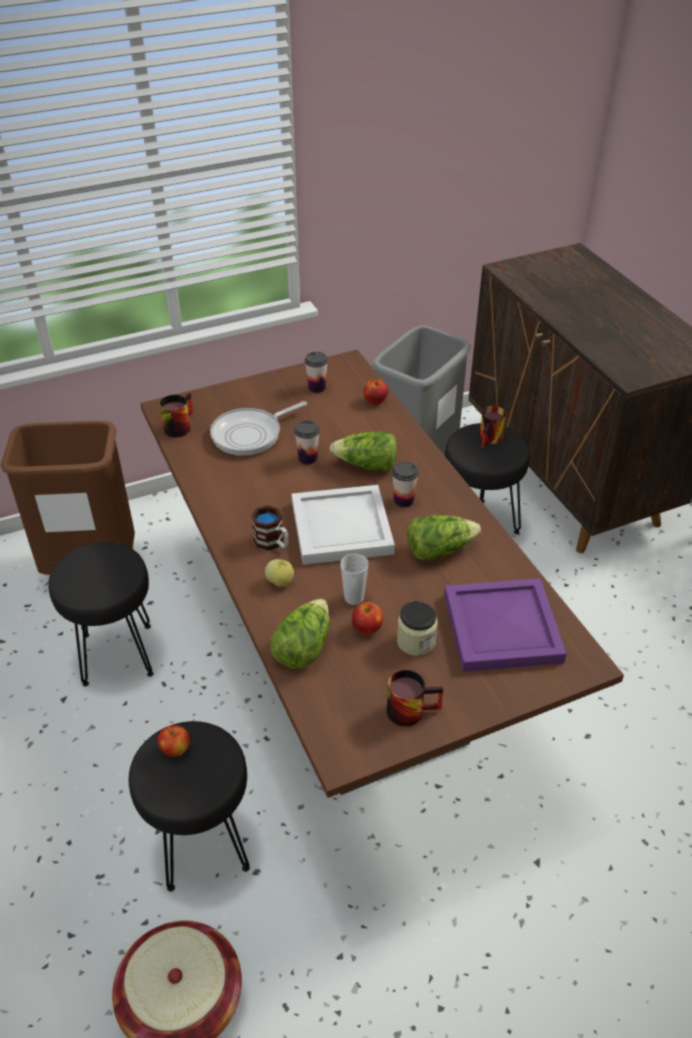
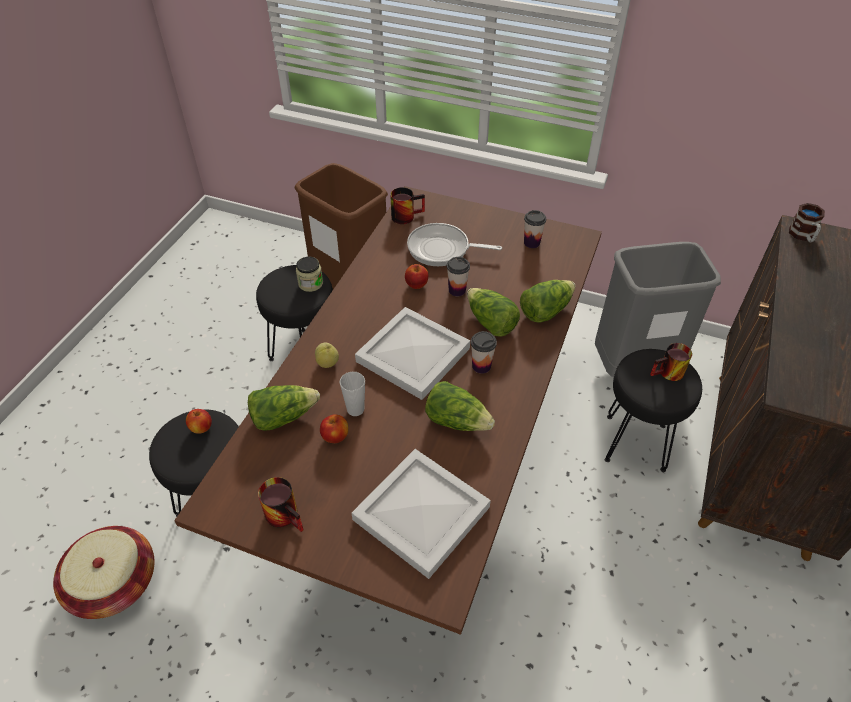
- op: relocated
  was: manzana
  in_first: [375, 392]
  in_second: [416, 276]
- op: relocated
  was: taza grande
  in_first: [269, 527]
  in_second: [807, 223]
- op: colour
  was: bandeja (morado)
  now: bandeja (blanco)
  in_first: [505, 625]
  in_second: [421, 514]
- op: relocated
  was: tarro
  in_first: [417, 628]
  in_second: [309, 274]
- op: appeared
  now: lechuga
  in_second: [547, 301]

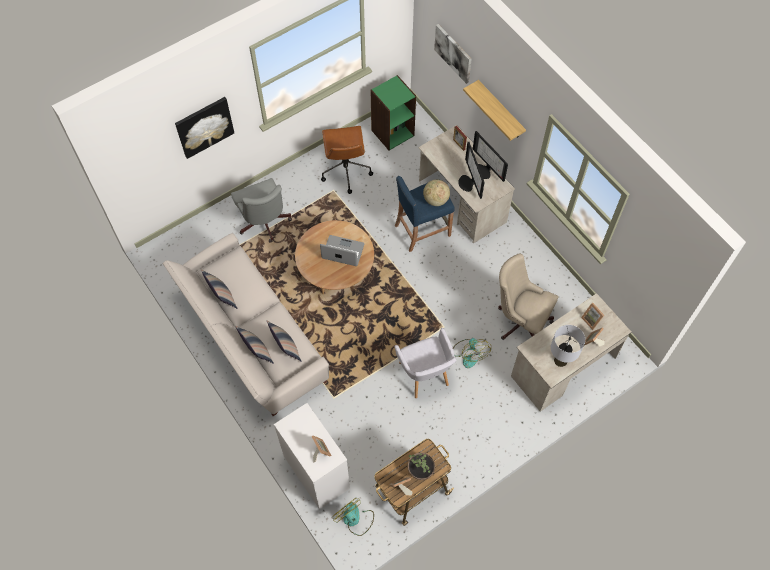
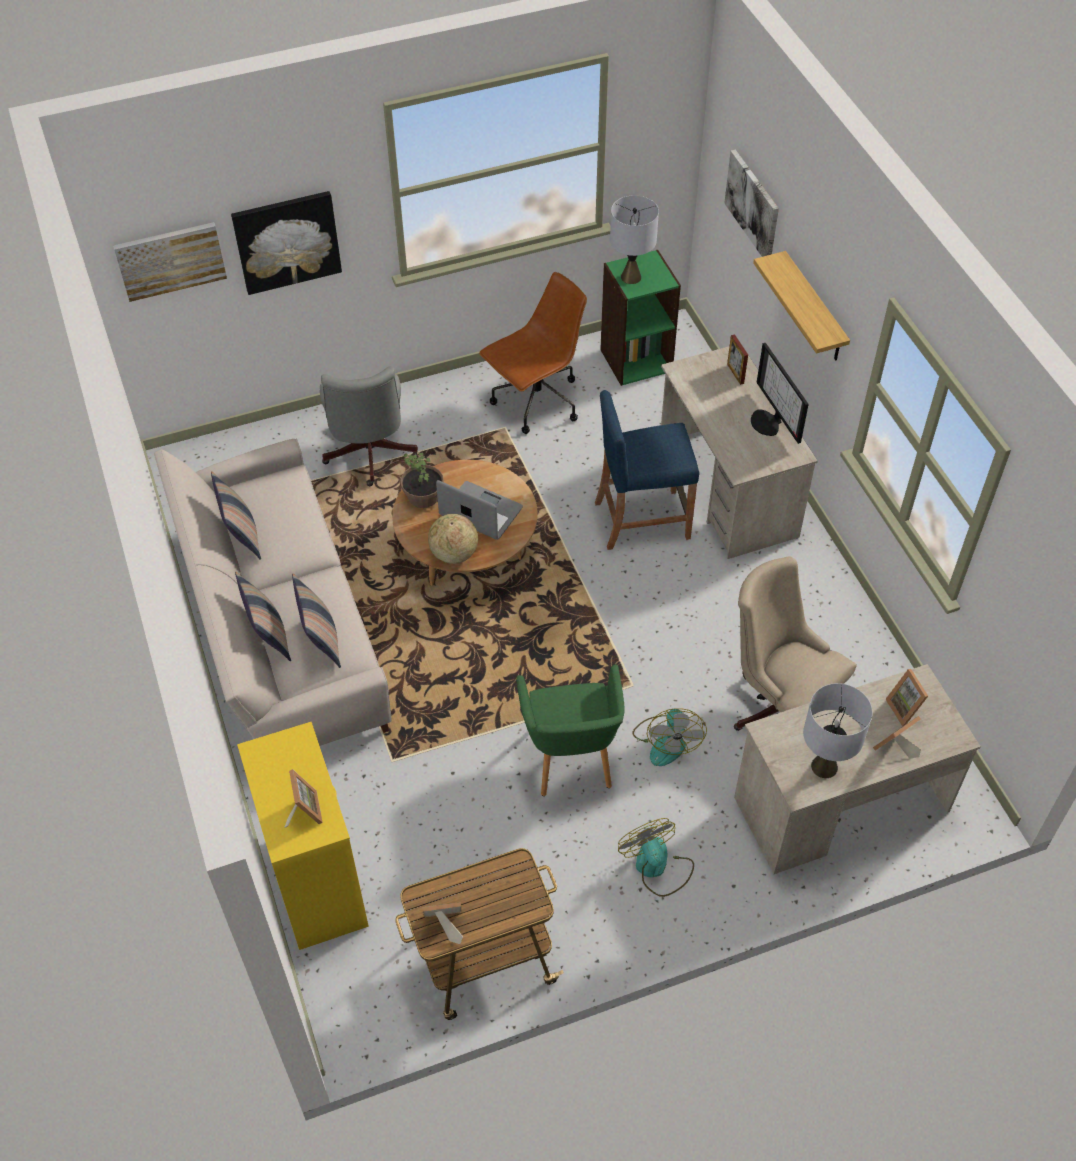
- op: spun
  was: silla de oficina (marrón)
  in_first: [347, 160]
  in_second: [533, 353]
  clockwise: -135
- op: missing
  was: monitor
  in_first: [471, 170]
- op: relocated
  was: globo terráqueo
  in_first: [436, 192]
  in_second: [453, 539]
- op: colour
  was: sillón (gris)
  now: sillón (verde)
  in_first: [425, 363]
  in_second: [570, 730]
- op: colour
  was: cómoda (blanco)
  now: cómoda (amarillo)
  in_first: [312, 456]
  in_second: [303, 836]
- op: relocated
  was: planta en maceta
  in_first: [421, 466]
  in_second: [422, 480]
- op: relocated
  was: ventilador
  in_first: [353, 517]
  in_second: [656, 857]
- op: appeared
  now: lámpara de mesa (gris)
  in_second: [634, 239]
- op: appeared
  now: cuadro
  in_second: [170, 262]

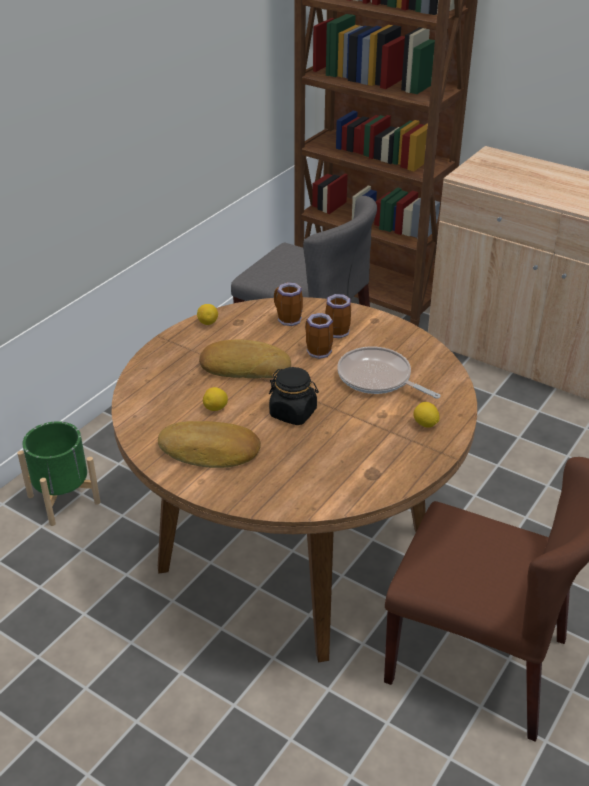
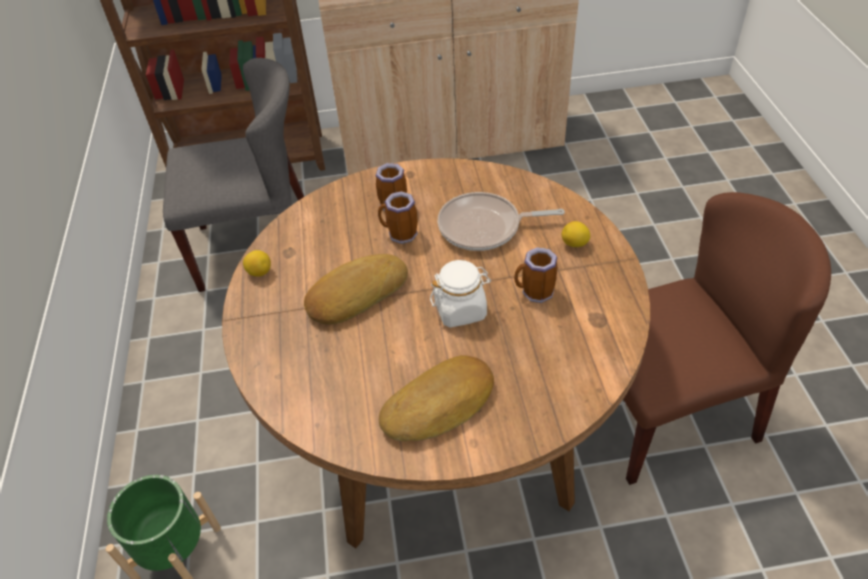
- op: relocated
  was: taza grande
  in_first: [288, 304]
  in_second: [535, 275]
- op: colour
  was: tarro (negro)
  now: tarro (blanco)
  in_first: [294, 396]
  in_second: [460, 294]
- op: missing
  was: limón
  in_first: [215, 399]

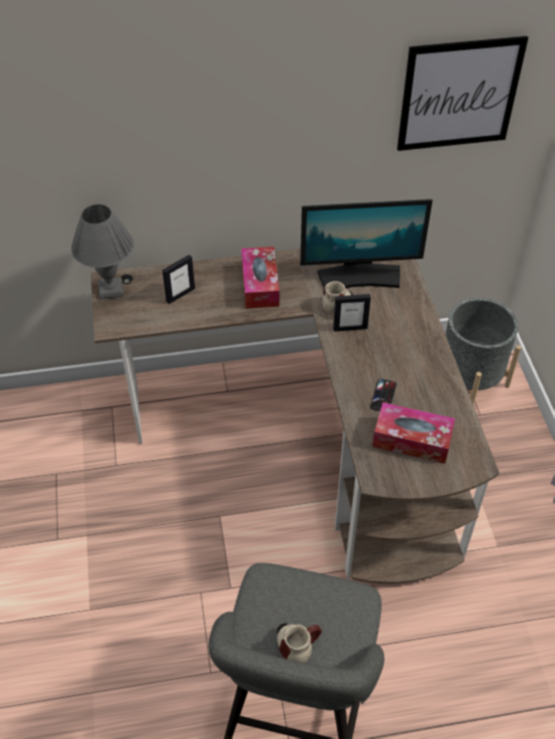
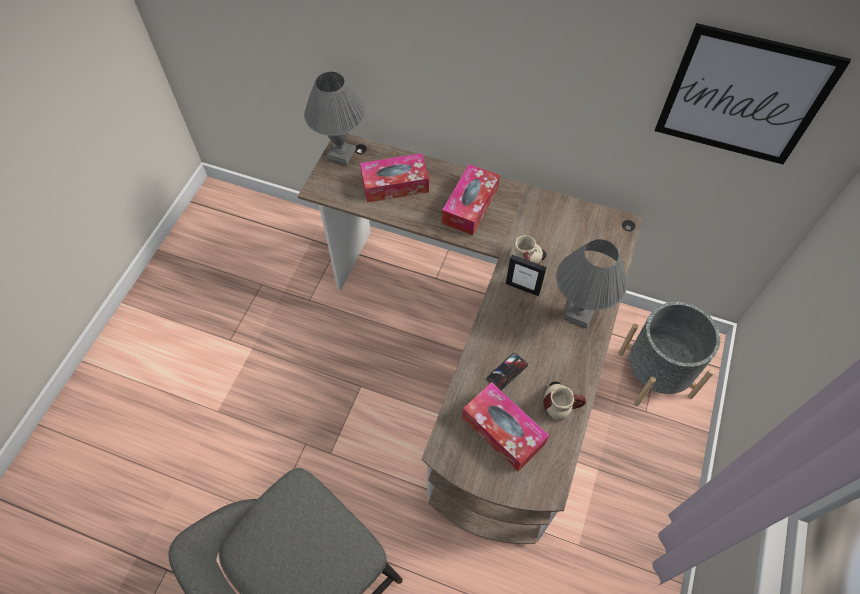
- op: missing
  was: monitor
  in_first: [366, 243]
- op: exchanged
  was: portarretratos
  now: caja de pañuelos
  in_first: [178, 279]
  in_second: [394, 177]
- op: relocated
  was: taza grande
  in_first: [299, 643]
  in_second: [565, 401]
- op: appeared
  now: lámpara de mesa (gris)
  in_second: [591, 284]

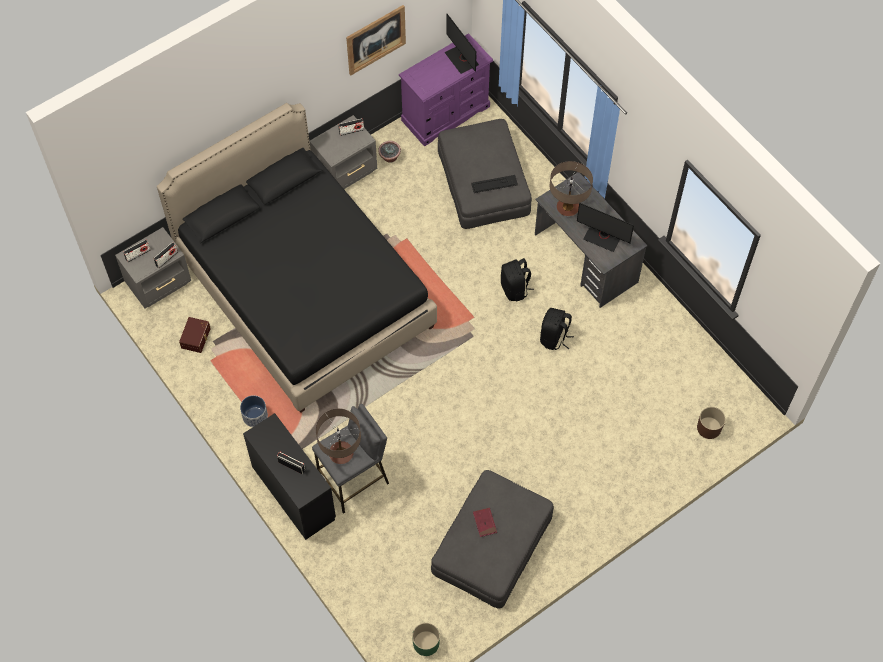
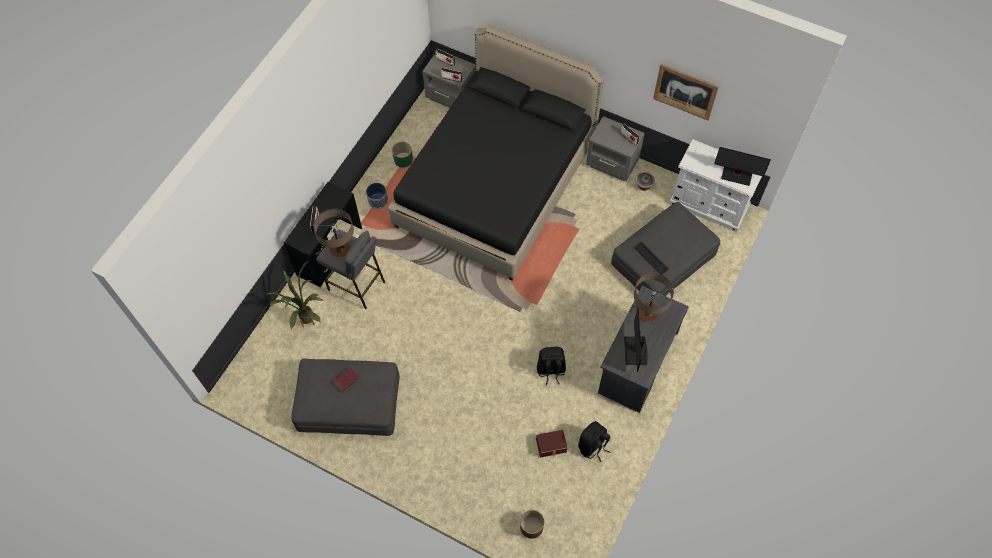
- op: spun
  was: monitor
  in_first: [461, 44]
  in_second: [742, 166]
  clockwise: -105
- op: colour
  was: cómoda (morado)
  now: cómoda (blanco)
  in_first: [446, 90]
  in_second: [715, 186]
- op: relocated
  was: mochila (negro)
  in_first: [517, 279]
  in_second: [594, 441]
- op: relocated
  was: caja de almacenaje (marrón)
  in_first: [195, 335]
  in_second: [551, 443]
- op: relocated
  was: maceta (verde)
  in_first: [426, 639]
  in_second: [402, 155]
- op: appeared
  now: planta en maceta
  in_second: [295, 295]

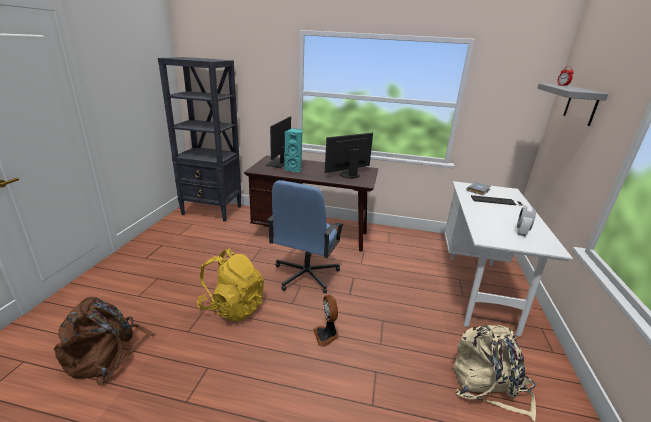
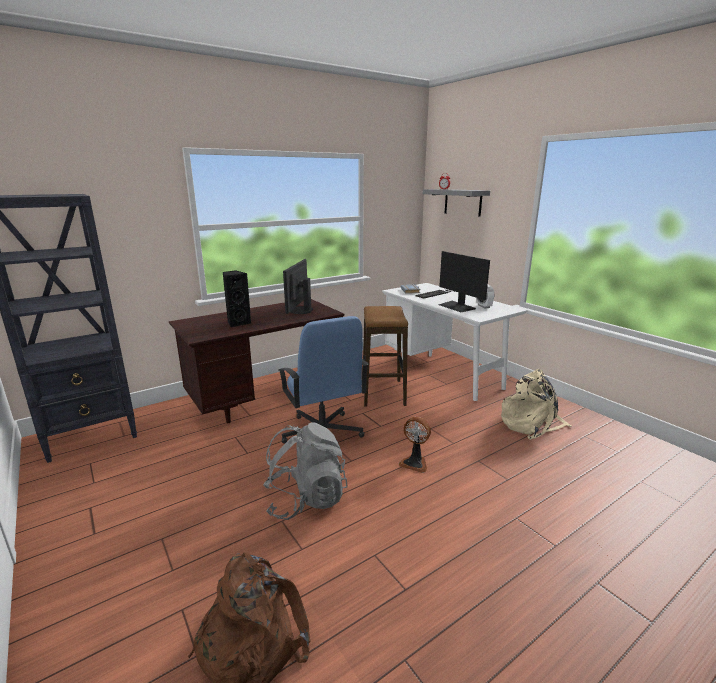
- op: relocated
  was: monitor
  in_first: [278, 142]
  in_second: [464, 281]
- op: colour
  was: altavoz (turquesa)
  now: altavoz (negro)
  in_first: [293, 150]
  in_second: [236, 298]
- op: colour
  was: mochila (amarillo)
  now: mochila (gris)
  in_first: [230, 285]
  in_second: [305, 471]
- op: appeared
  now: taburete
  in_second: [385, 356]

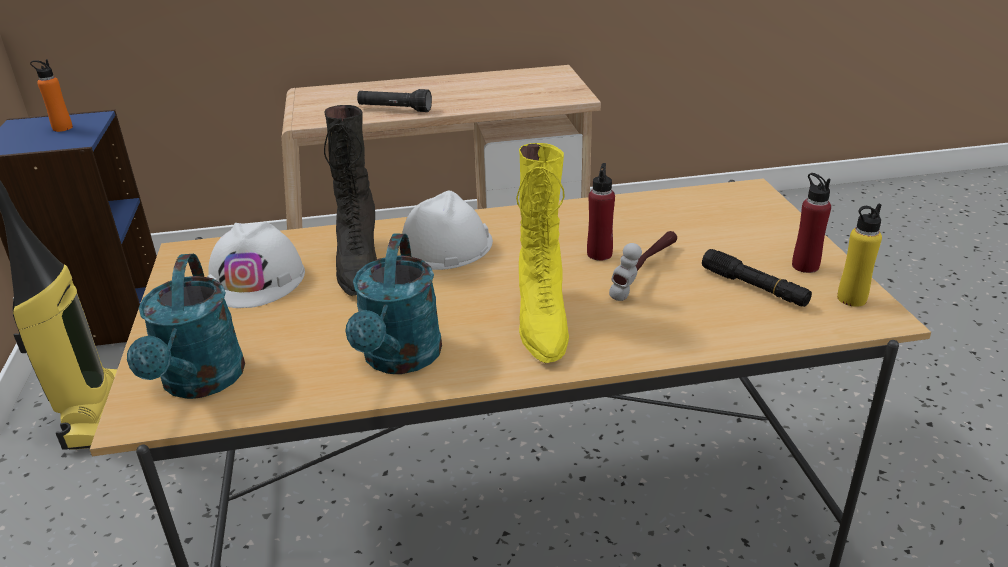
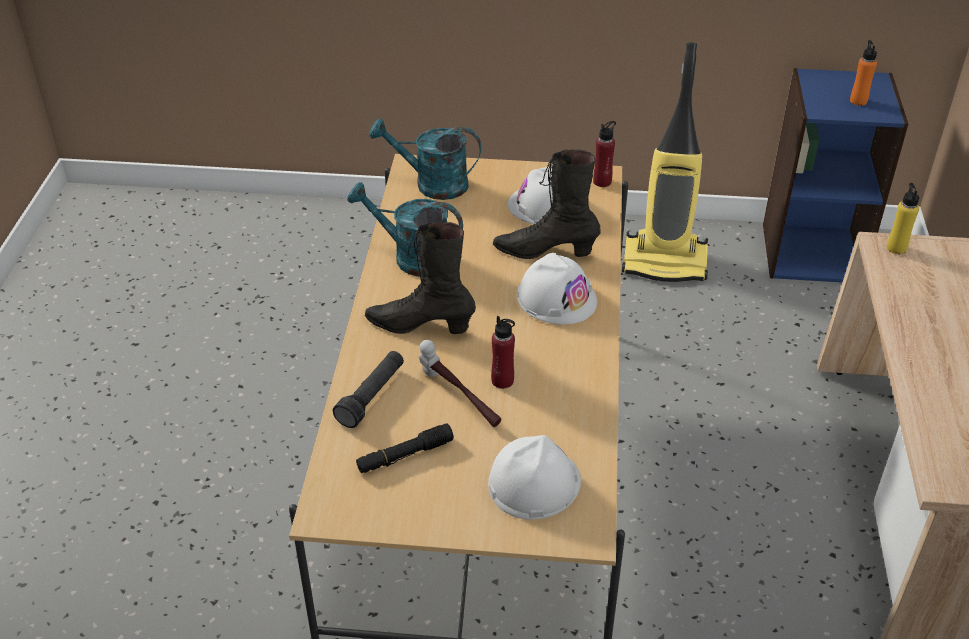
- op: relocated
  was: linterna (negro)
  in_first: [394, 100]
  in_second: [368, 389]
- op: colour
  was: bota (amarillo)
  now: bota (negro)
  in_first: [542, 253]
  in_second: [420, 278]
- op: relocated
  was: botella (rojo)
  in_first: [811, 223]
  in_second: [604, 154]
- op: relocated
  was: botella (amarillo)
  in_first: [859, 255]
  in_second: [903, 218]
- op: appeared
  now: casco (blanco)
  in_second: [534, 477]

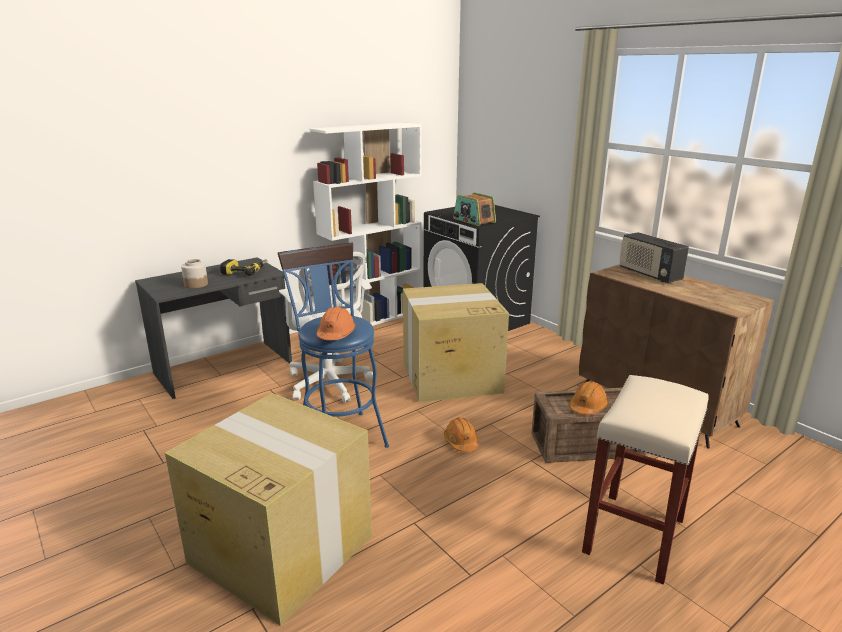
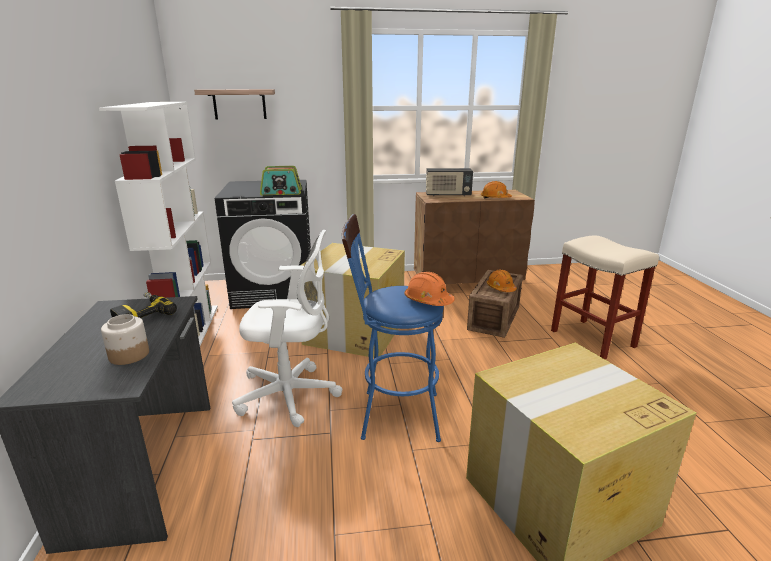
- op: relocated
  was: casco (naranja)
  in_first: [461, 434]
  in_second: [496, 189]
- op: appeared
  now: estante
  in_second: [234, 104]

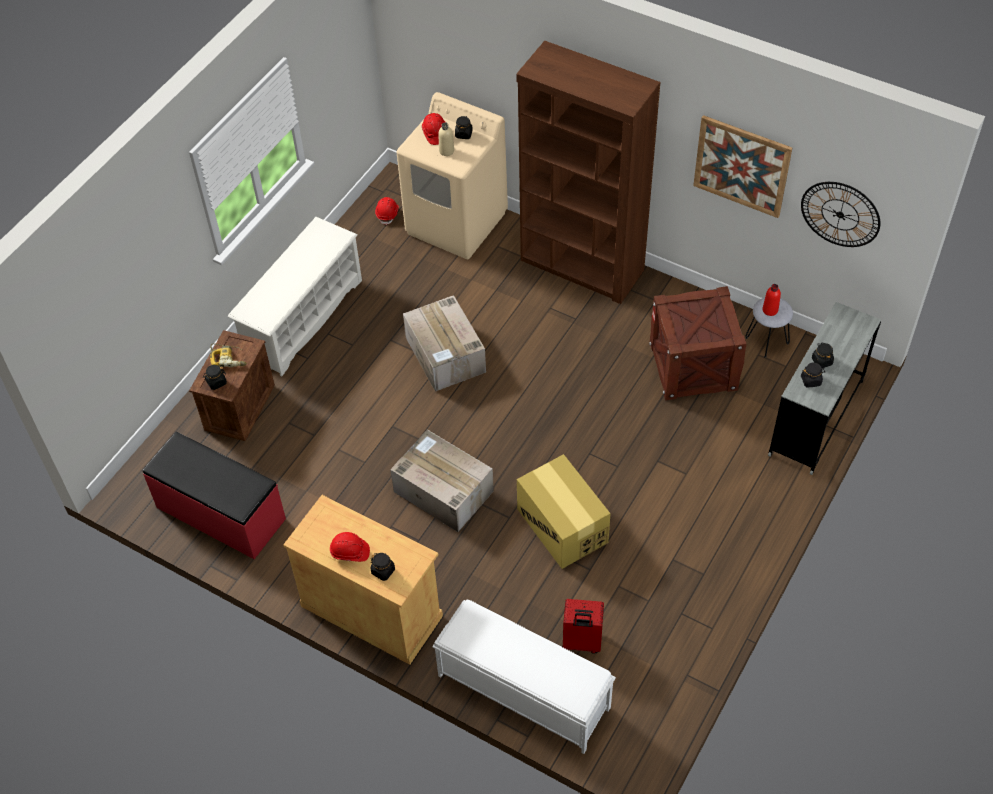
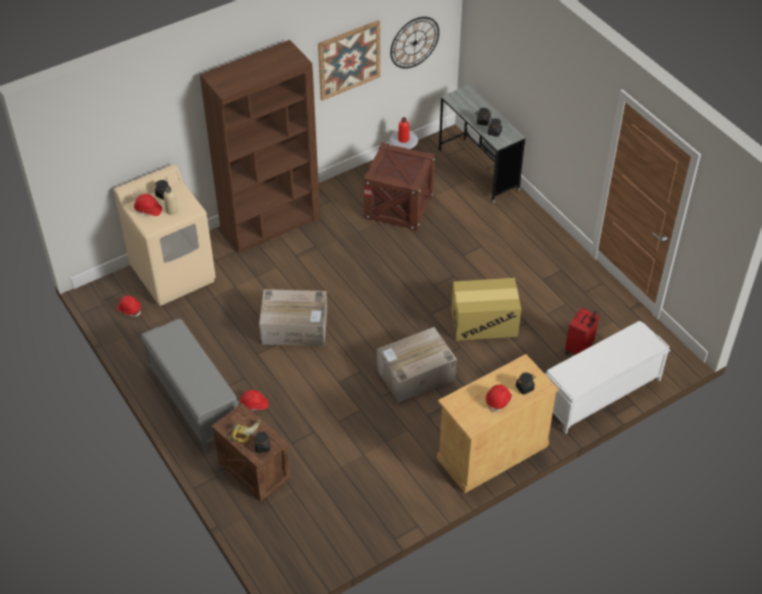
- op: exchanged
  was: zapatero (blanco)
  now: banco (gris)
  in_first: [295, 296]
  in_second: [190, 385]
- op: missing
  was: banco (rojo)
  in_first: [214, 495]
- op: appeared
  now: casco (rojo)
  in_second: [254, 400]

